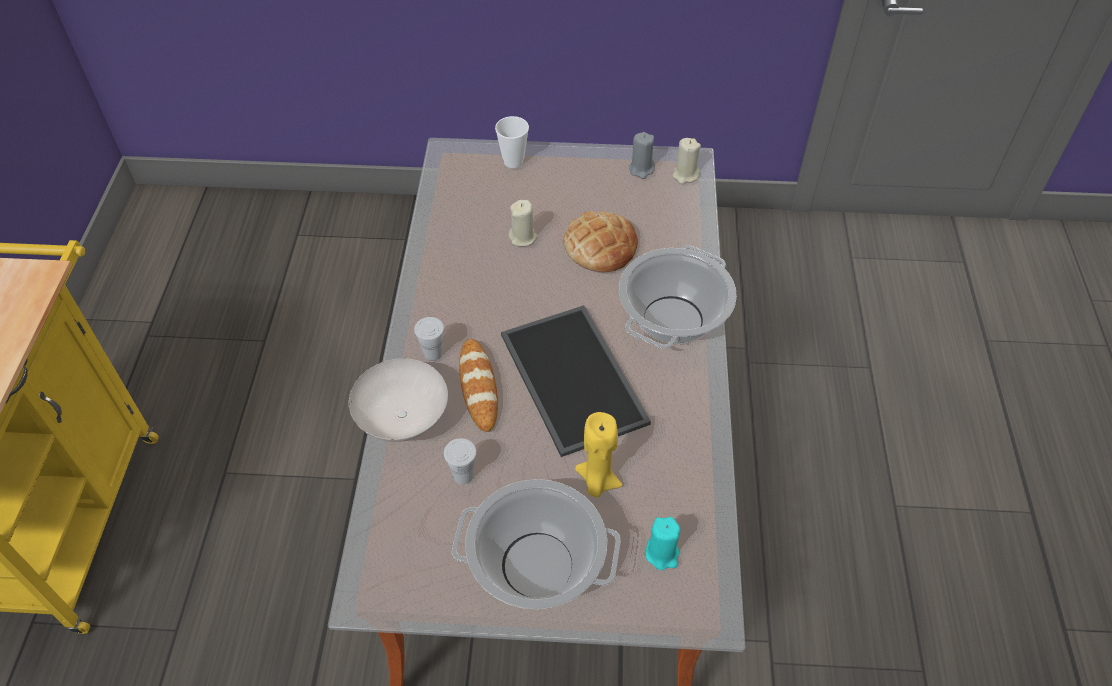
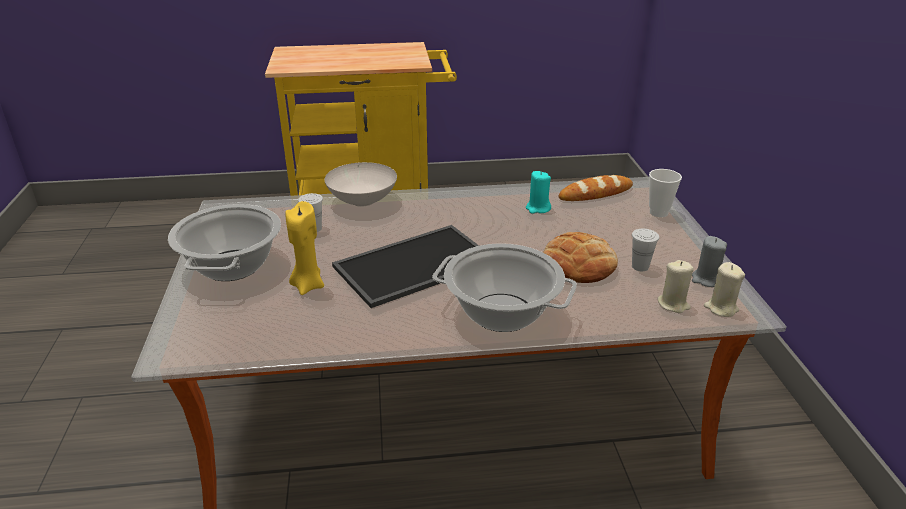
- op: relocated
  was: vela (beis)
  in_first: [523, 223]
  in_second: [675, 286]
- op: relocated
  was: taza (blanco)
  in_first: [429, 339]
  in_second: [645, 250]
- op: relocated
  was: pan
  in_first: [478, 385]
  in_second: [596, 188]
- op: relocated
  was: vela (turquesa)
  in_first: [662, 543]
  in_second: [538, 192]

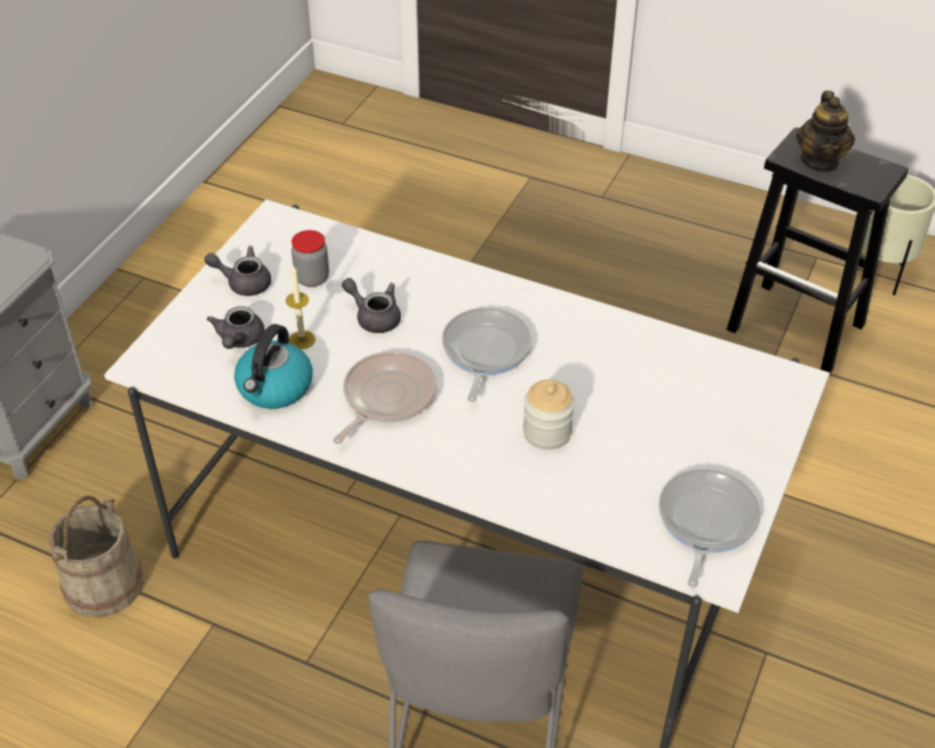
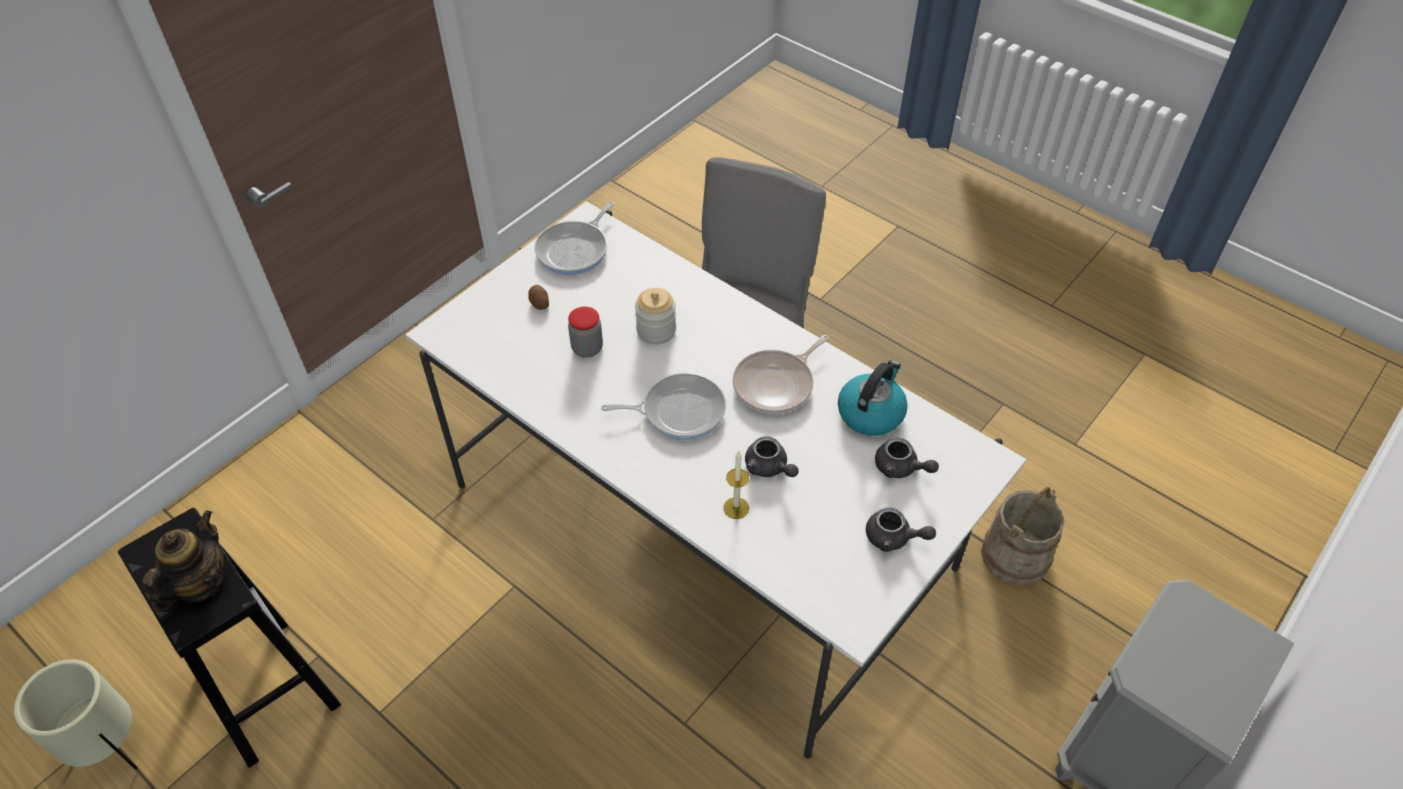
- op: relocated
  was: tarro
  in_first: [310, 258]
  in_second: [585, 332]
- op: relocated
  was: vela
  in_first: [300, 307]
  in_second: [736, 485]
- op: spun
  was: tetera (gris)
  in_first: [235, 327]
  in_second: [907, 457]
  clockwise: 105
- op: spun
  was: sartén
  in_first: [487, 354]
  in_second: [663, 406]
  clockwise: -120
- op: appeared
  now: patata
  in_second: [538, 297]

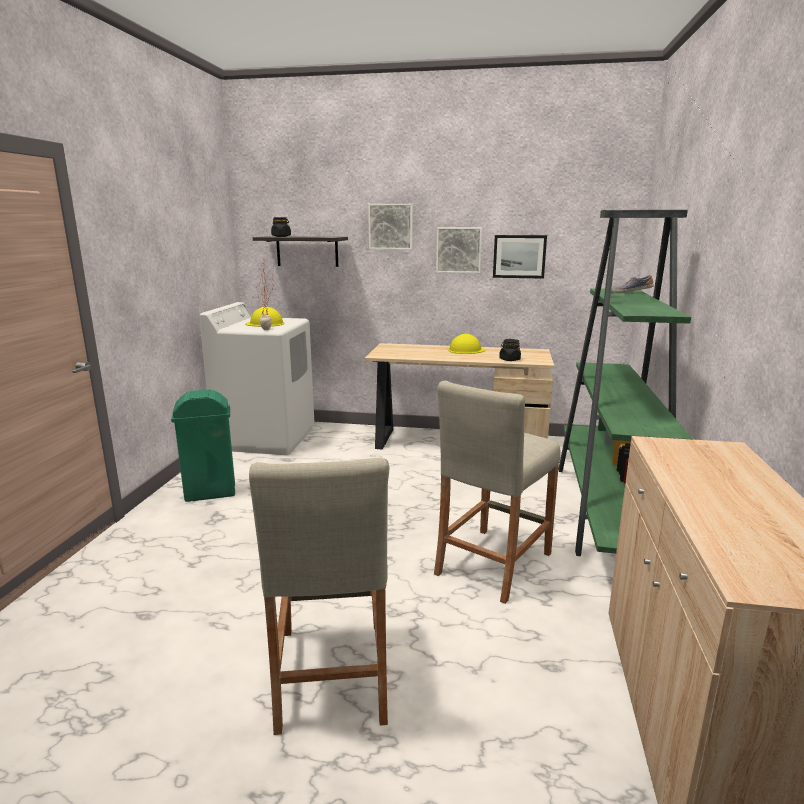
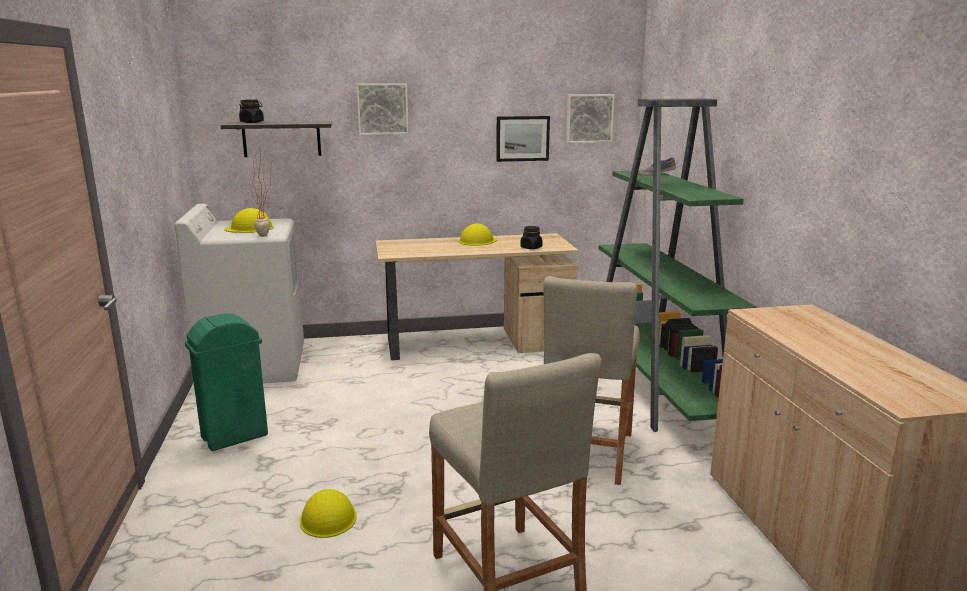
- op: relocated
  was: cuadro
  in_first: [459, 250]
  in_second: [590, 118]
- op: appeared
  now: casco (amarillo)
  in_second: [328, 513]

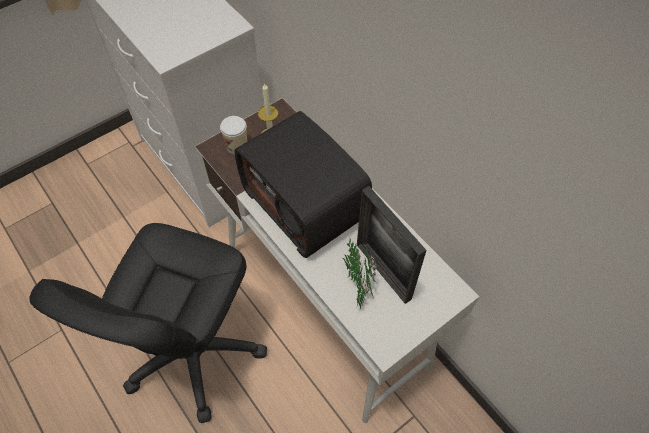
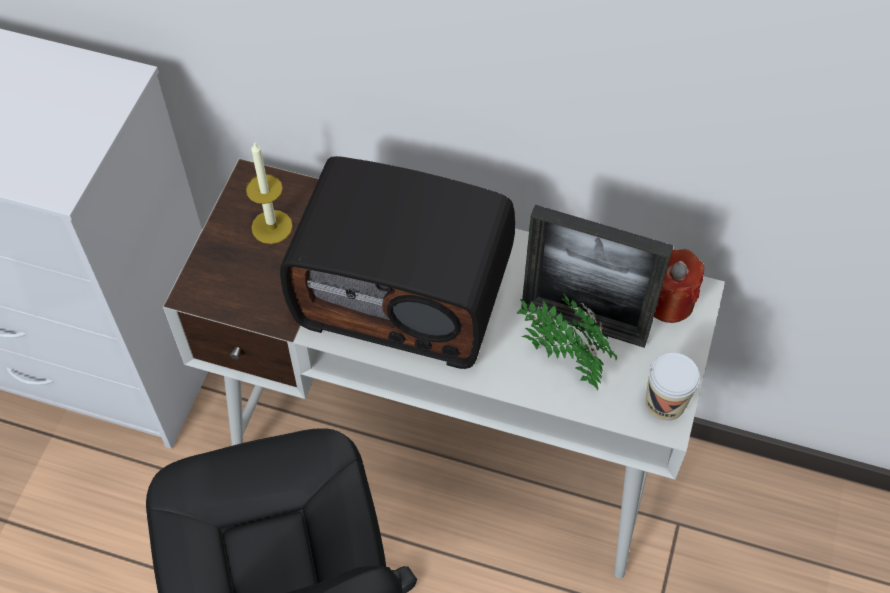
- op: relocated
  was: taza
  in_first: [233, 135]
  in_second: [672, 387]
- op: appeared
  now: vela (rojo)
  in_second: [679, 286]

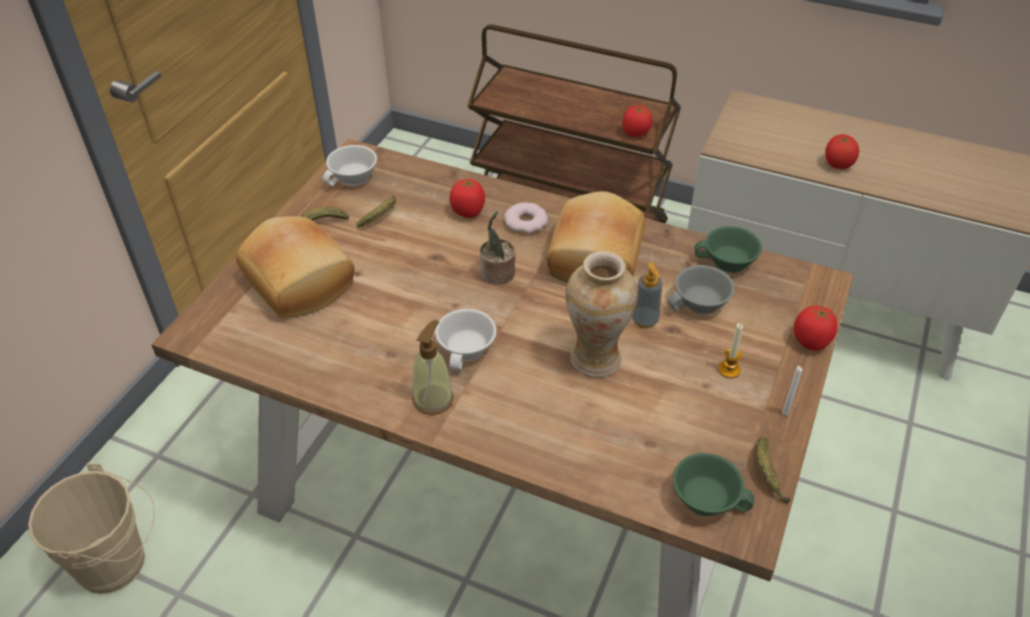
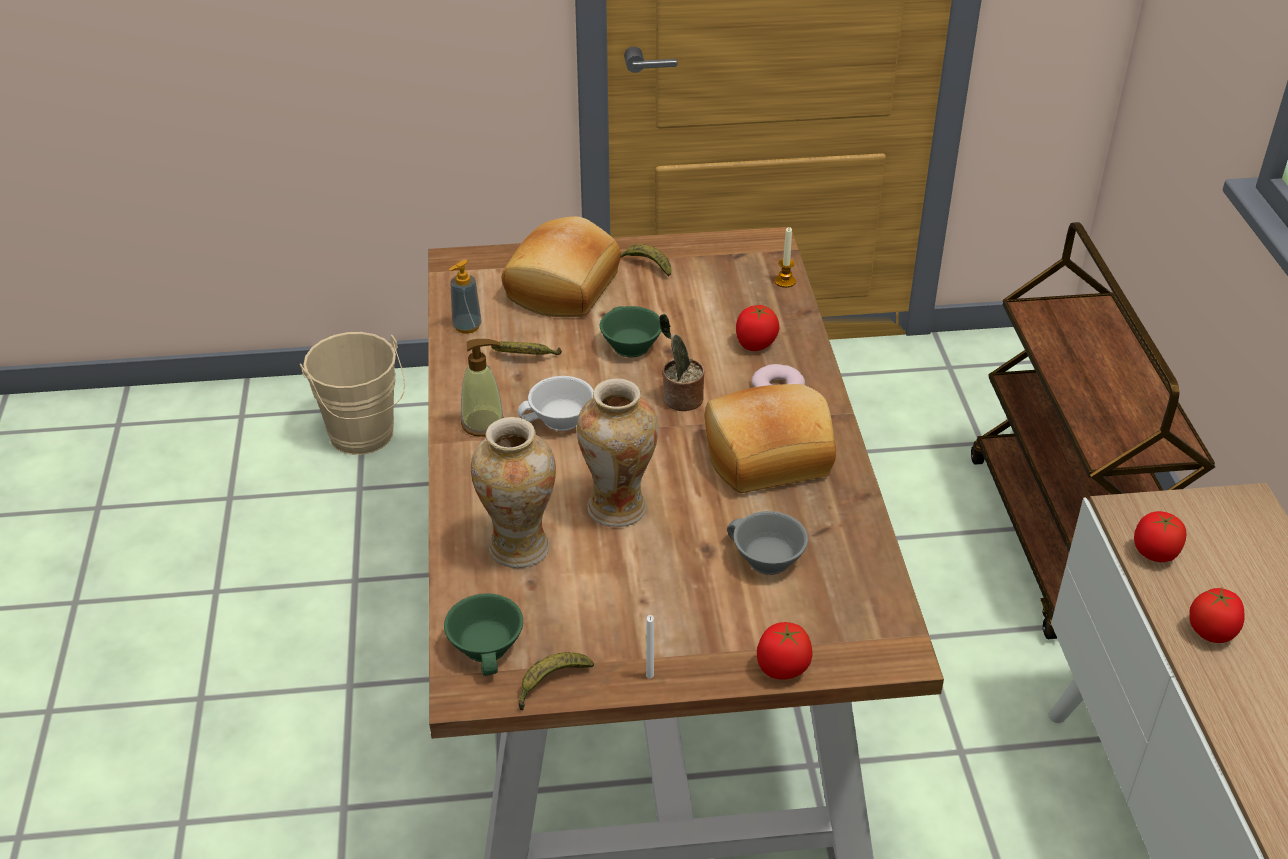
- op: relocated
  was: tomate
  in_first: [637, 121]
  in_second: [1160, 536]
- op: missing
  was: taza (blanco)
  in_first: [349, 165]
- op: relocated
  was: plátano
  in_first: [376, 211]
  in_second: [526, 348]
- op: relocated
  was: taza (verde)
  in_first: [728, 249]
  in_second: [630, 331]
- op: relocated
  was: dispensador de jabón
  in_first: [647, 295]
  in_second: [465, 297]
- op: relocated
  was: vela
  in_first: [730, 350]
  in_second: [785, 257]
- op: appeared
  now: florero
  in_second: [513, 492]

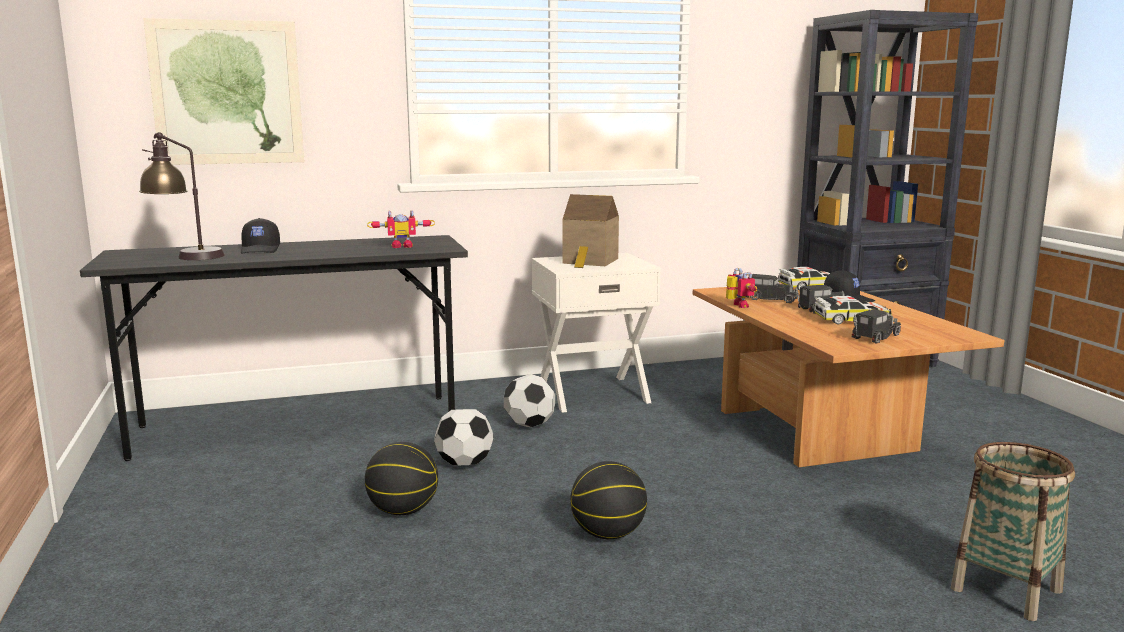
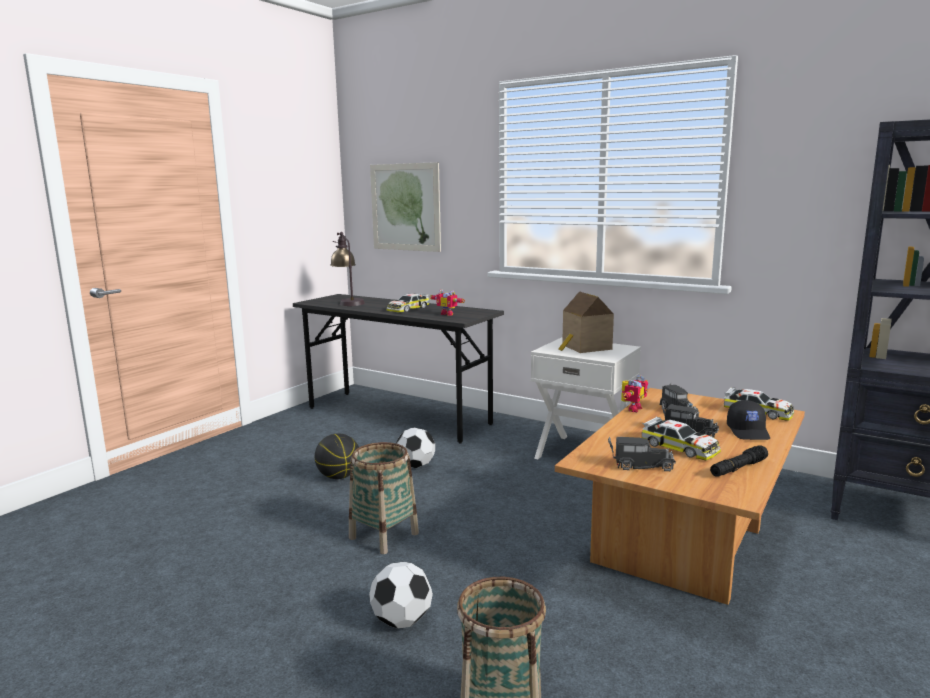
- op: missing
  was: gorra (negro)
  in_first: [260, 236]
- op: relocated
  was: balón de fútbol
  in_first: [529, 400]
  in_second: [401, 595]
- op: exchanged
  was: balón de baloncesto
  now: cesta
  in_first: [608, 500]
  in_second: [384, 498]
- op: appeared
  now: coche de juguete
  in_second: [408, 303]
- op: appeared
  now: linterna (negro)
  in_second: [739, 460]

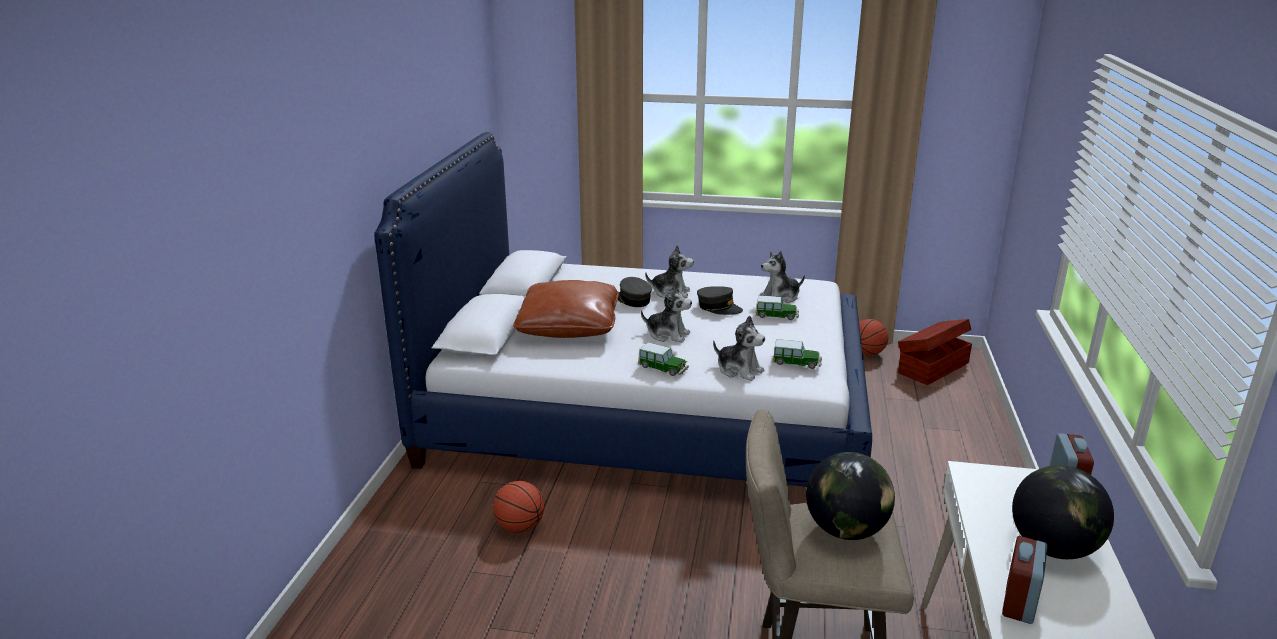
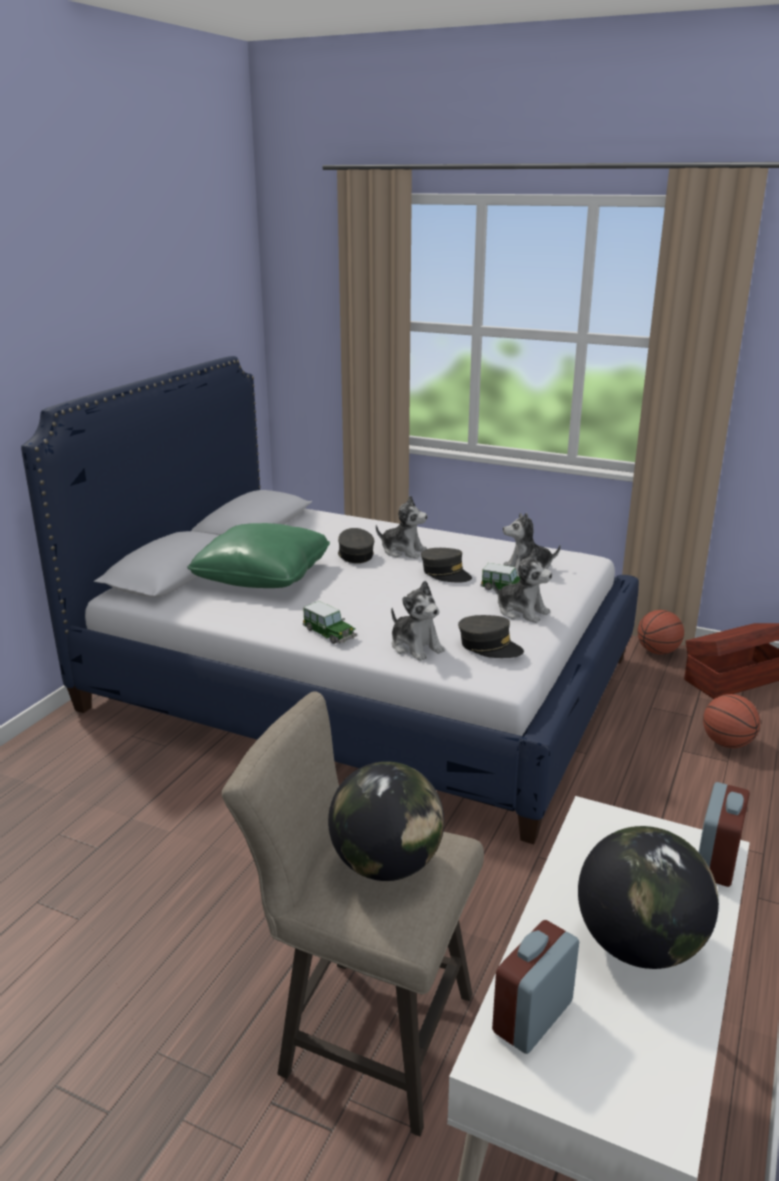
- op: colour
  was: cojín (marrón)
  now: cojín (verde)
  in_first: [566, 309]
  in_second: [258, 555]
- op: relocated
  was: peluche
  in_first: [666, 313]
  in_second: [522, 586]
- op: exchanged
  was: coche de juguete
  now: gorra (gris)
  in_first: [797, 354]
  in_second: [491, 636]
- op: relocated
  was: balón de baloncesto
  in_first: [518, 507]
  in_second: [731, 721]

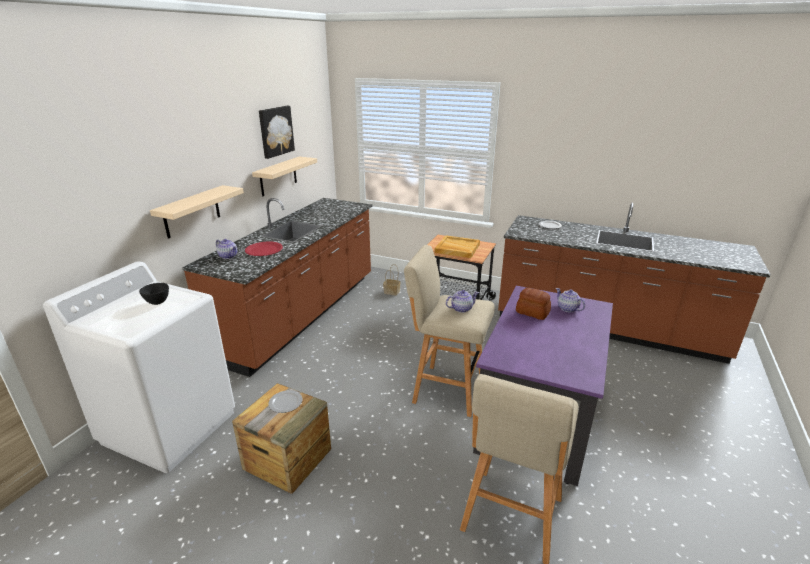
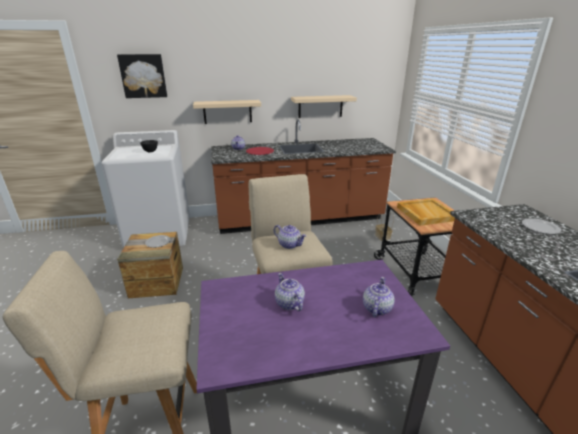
- op: relocated
  was: cuadro
  in_first: [277, 132]
  in_second: [142, 76]
- op: missing
  was: pan
  in_first: [533, 304]
- op: appeared
  now: tetera
  in_second: [290, 292]

